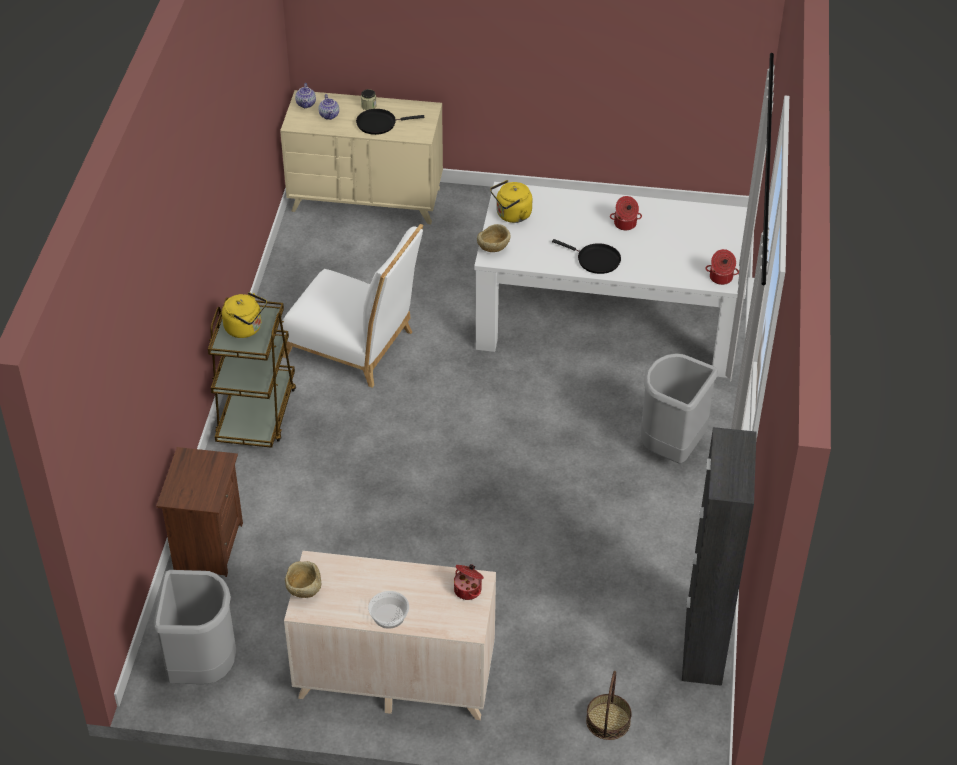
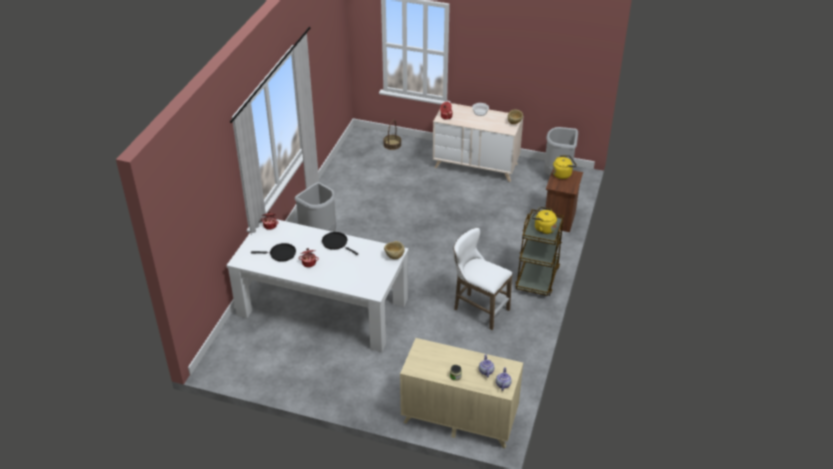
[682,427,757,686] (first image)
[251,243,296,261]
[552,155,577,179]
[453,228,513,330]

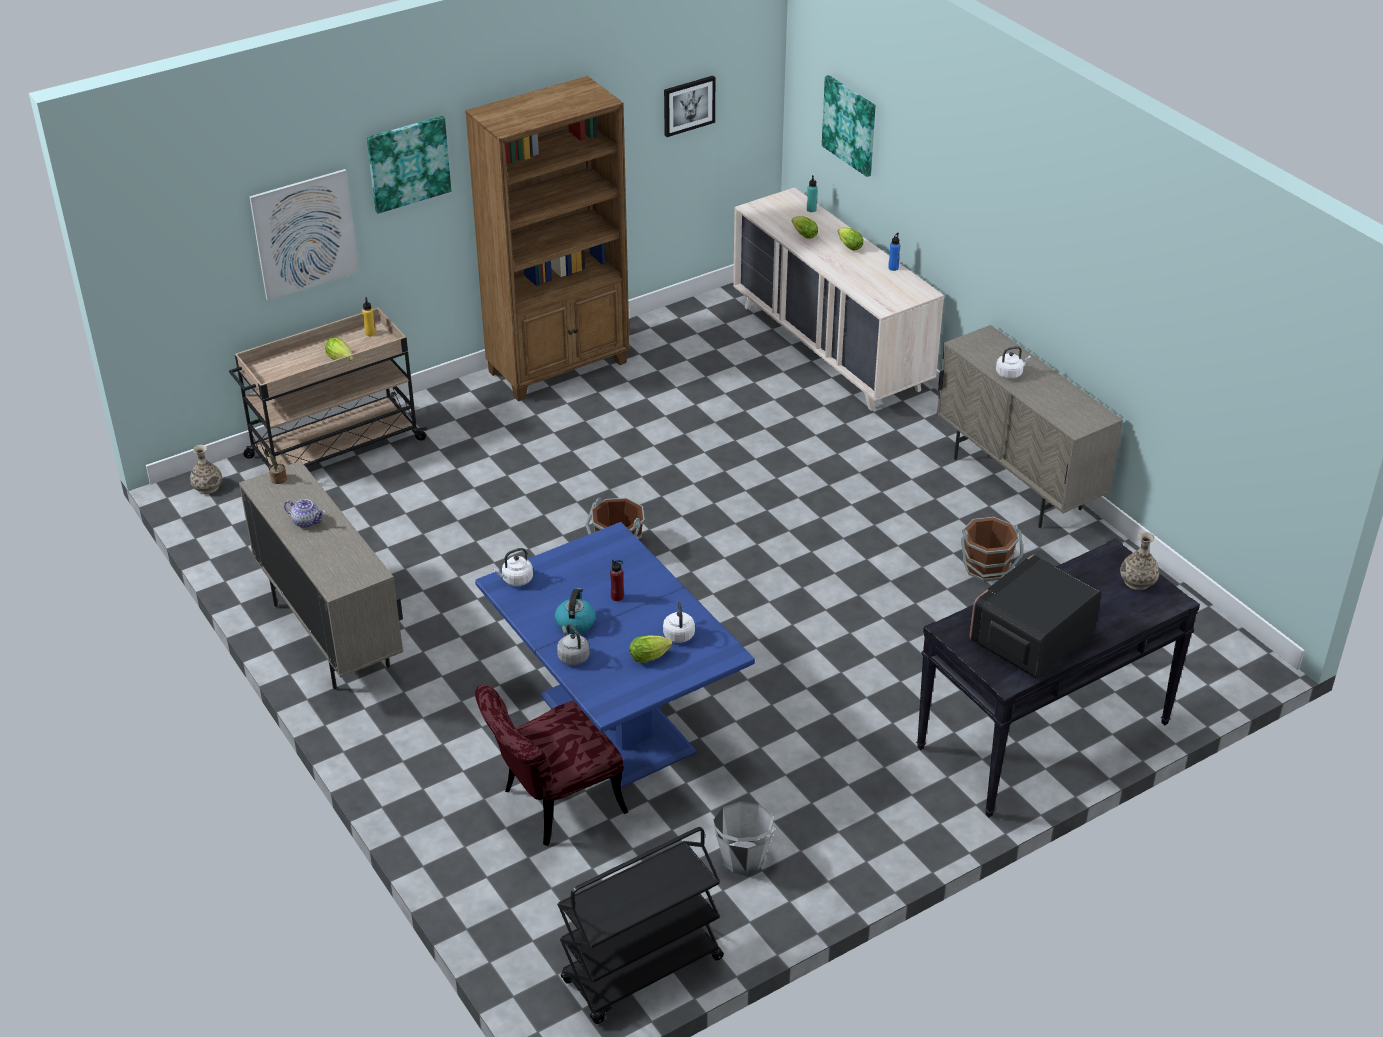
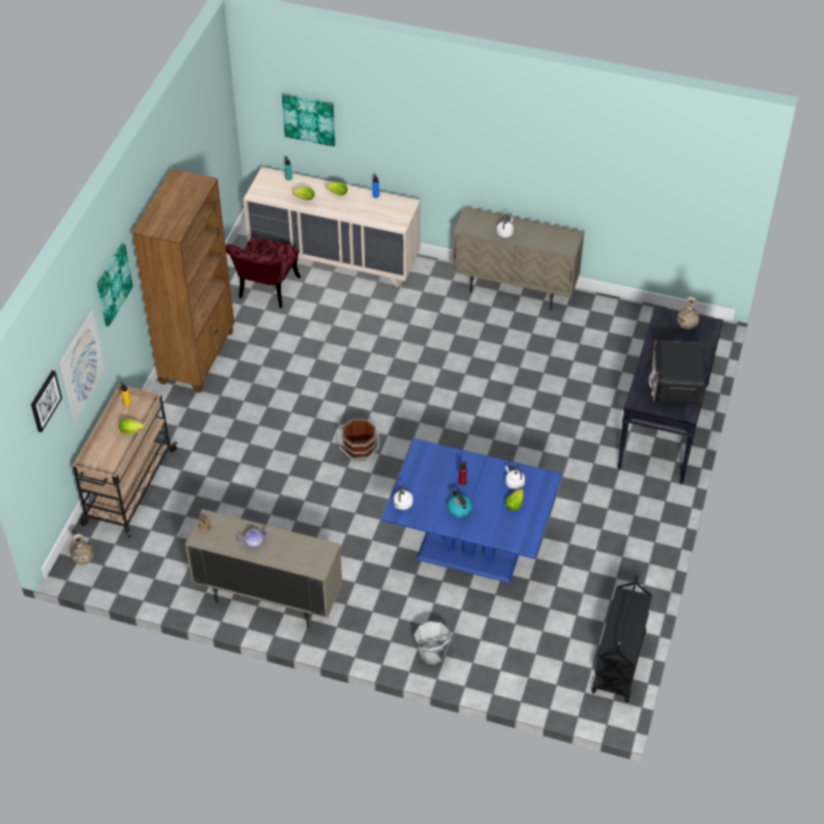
[557,624,589,665] (first image)
[961,517,1023,582] (first image)
[225,238,301,308]
[31,370,62,433]
[414,621,452,665]

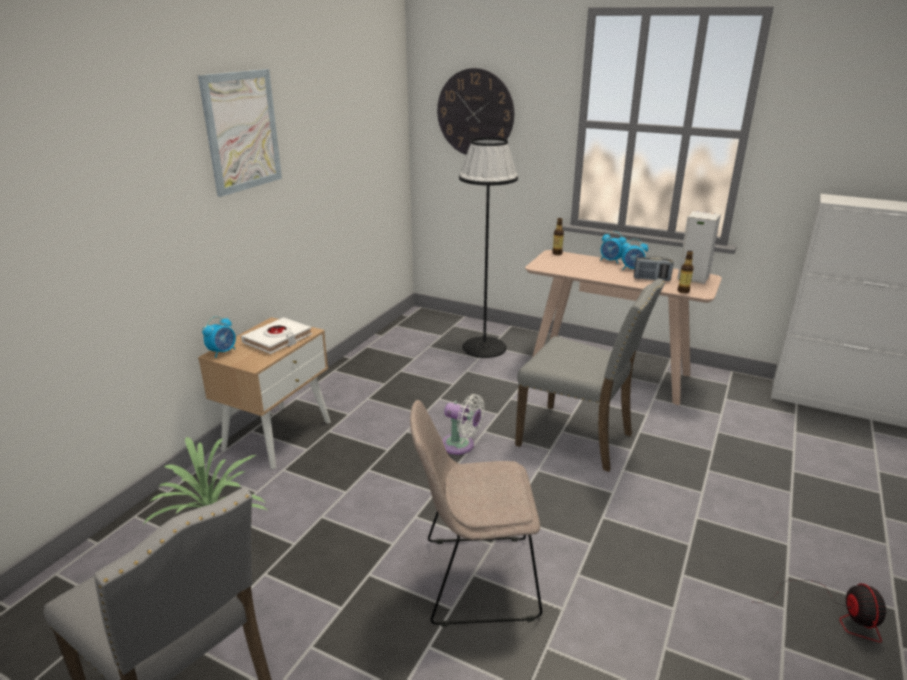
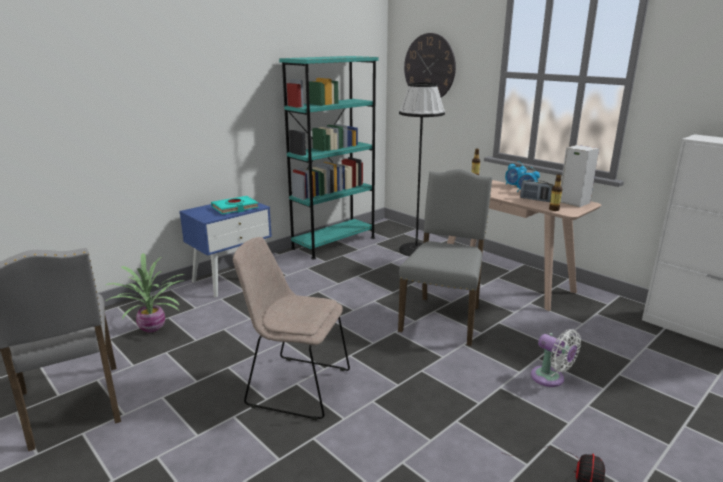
[198,69,282,197] (first image)
[202,317,236,358] (first image)
[279,56,378,259]
[531,329,581,387]
[179,202,272,297]
[211,196,259,215]
[398,169,492,346]

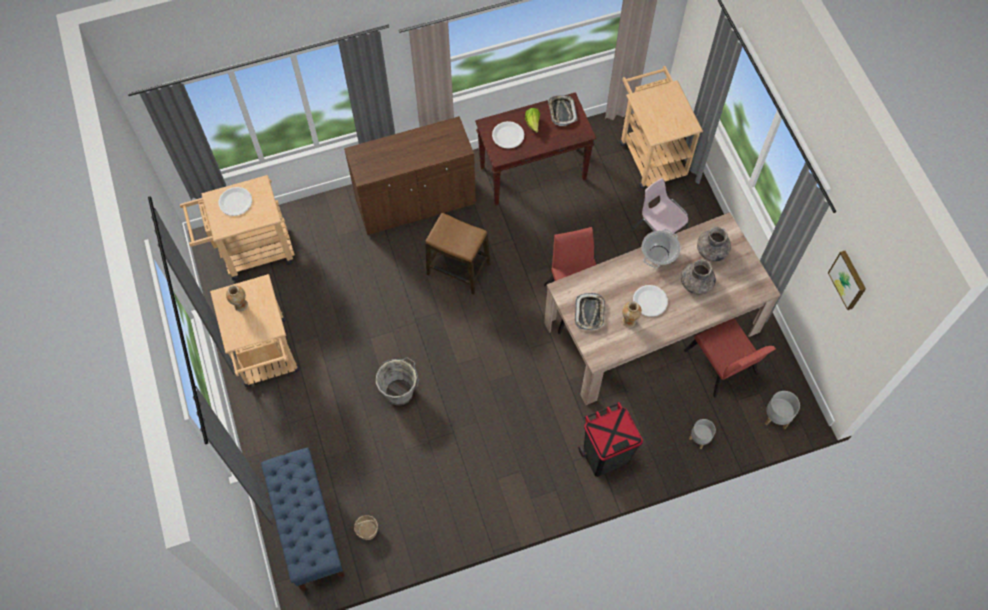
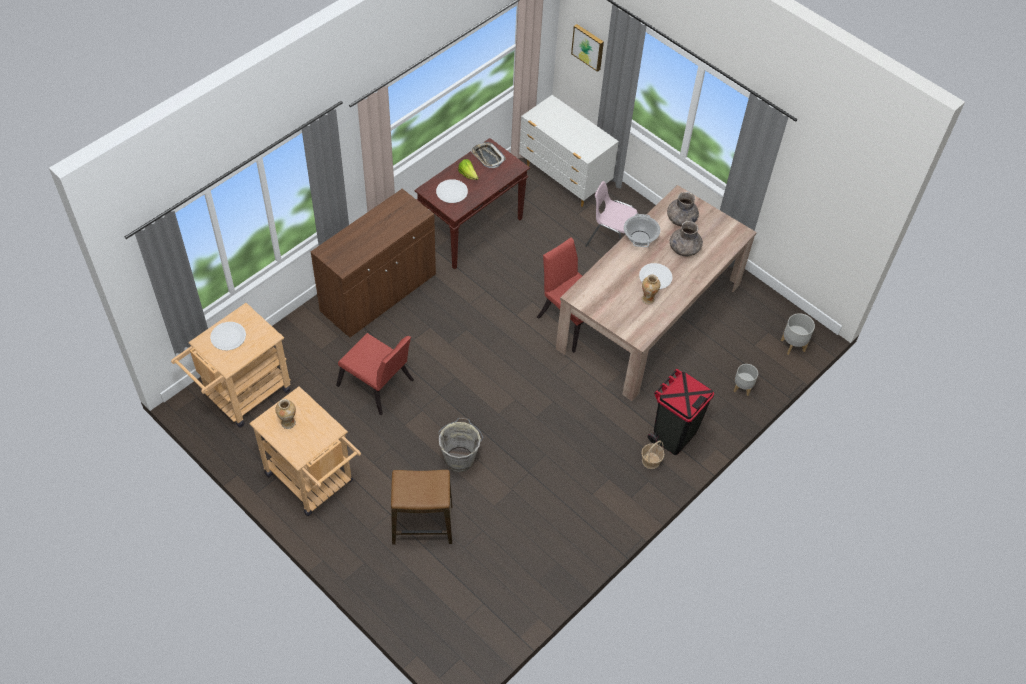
[261,447,345,591] (first image)
[575,293,605,330] (first image)
[641,441,665,469]
[391,470,452,544]
[336,333,414,415]
[571,24,604,72]
[519,95,619,207]

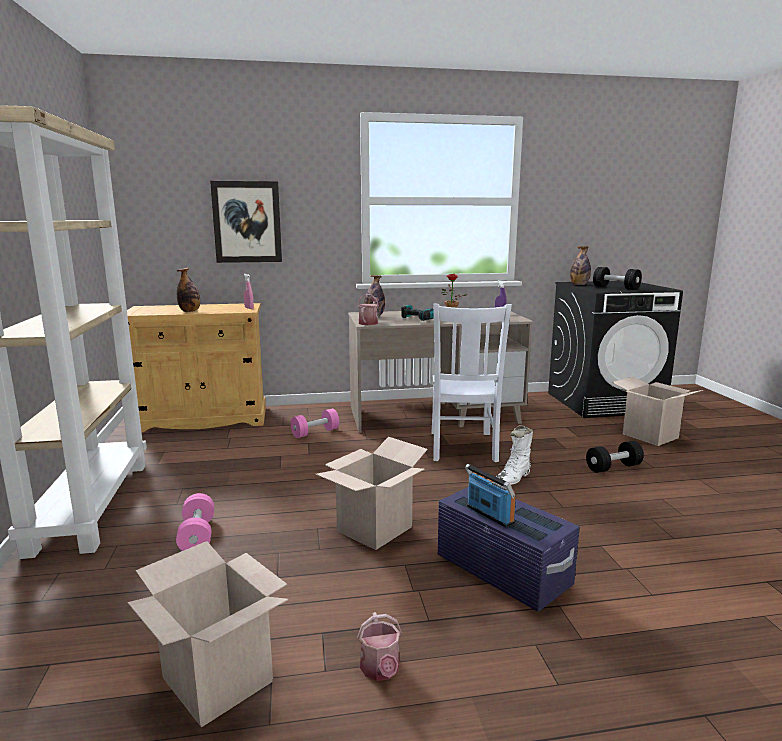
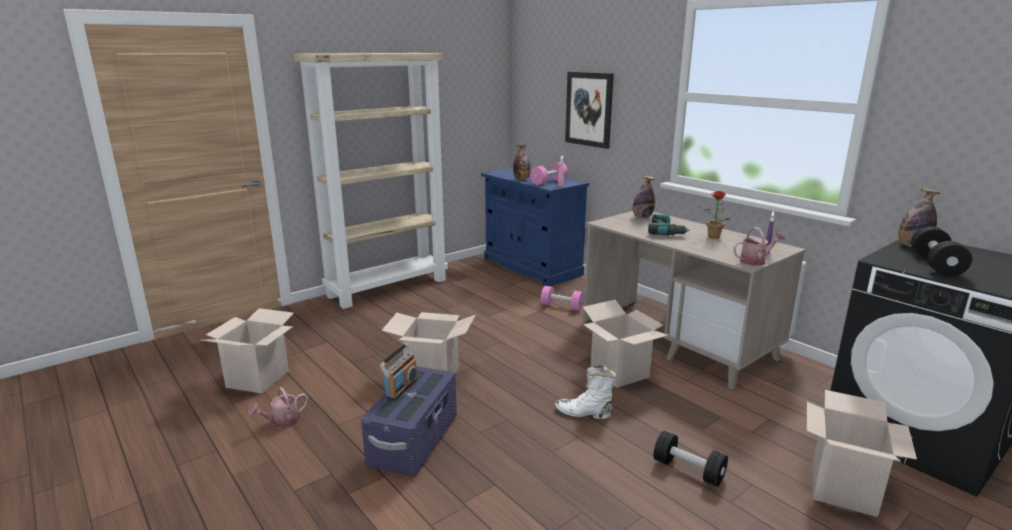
[530,163,568,185]
[733,227,785,266]
[583,300,669,388]
[481,168,589,286]

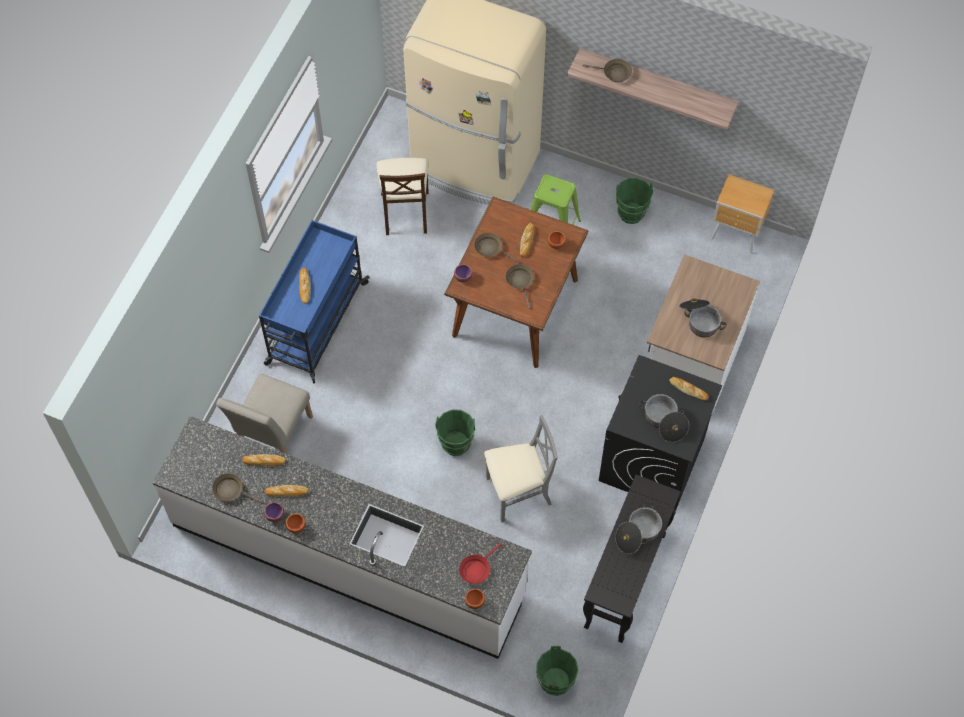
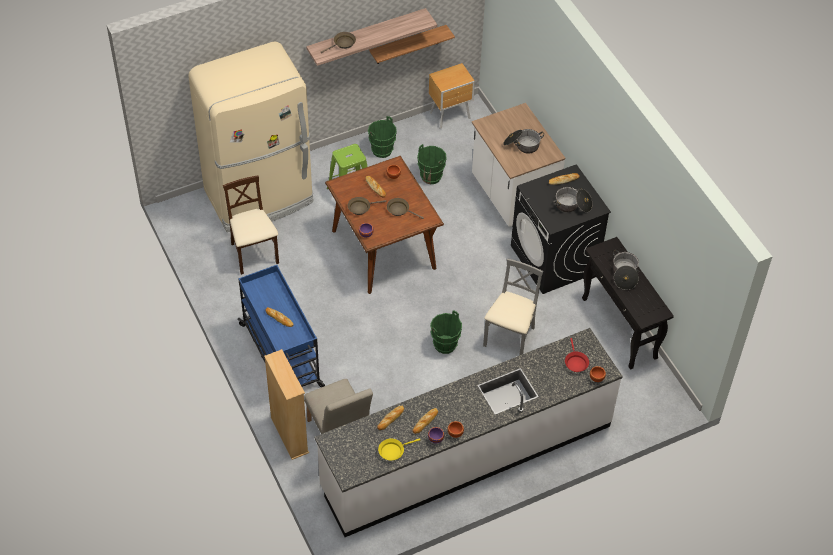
[264,349,309,460]
[369,25,455,64]
[417,144,447,184]
[378,438,420,460]
[223,175,279,275]

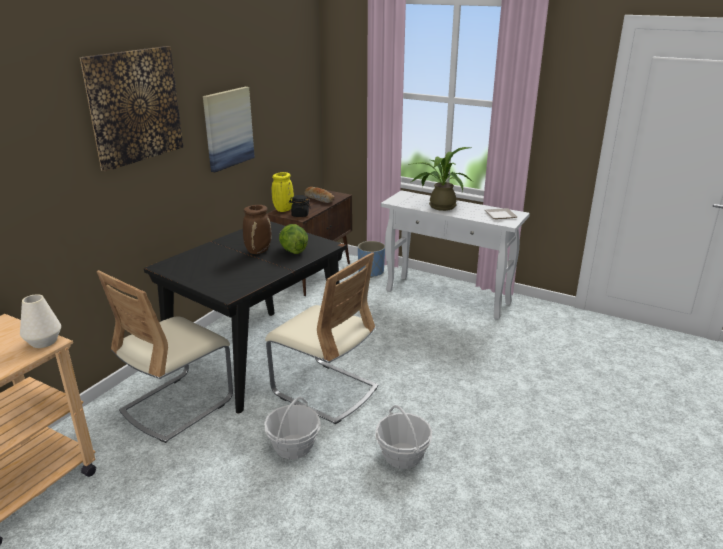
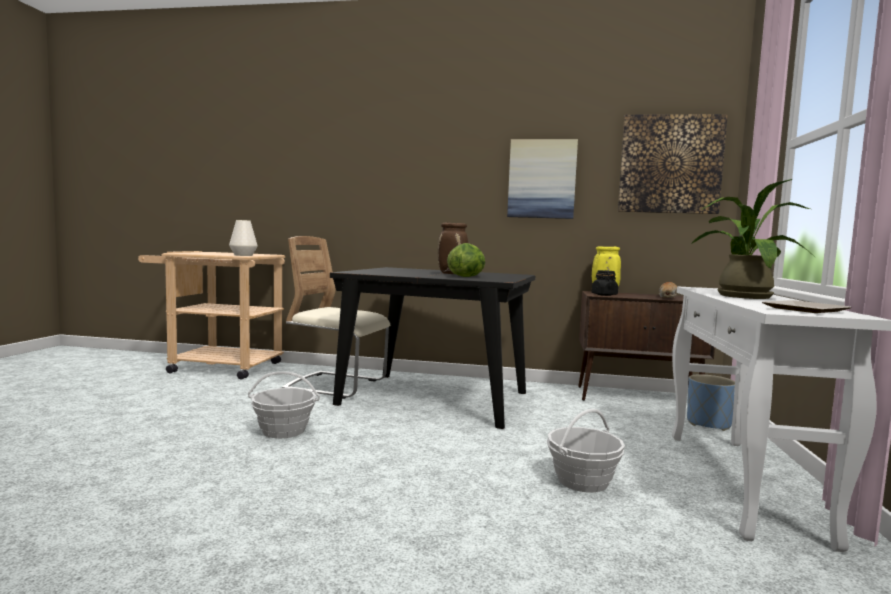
[265,252,378,425] (first image)
[618,114,728,214]
[546,409,625,492]

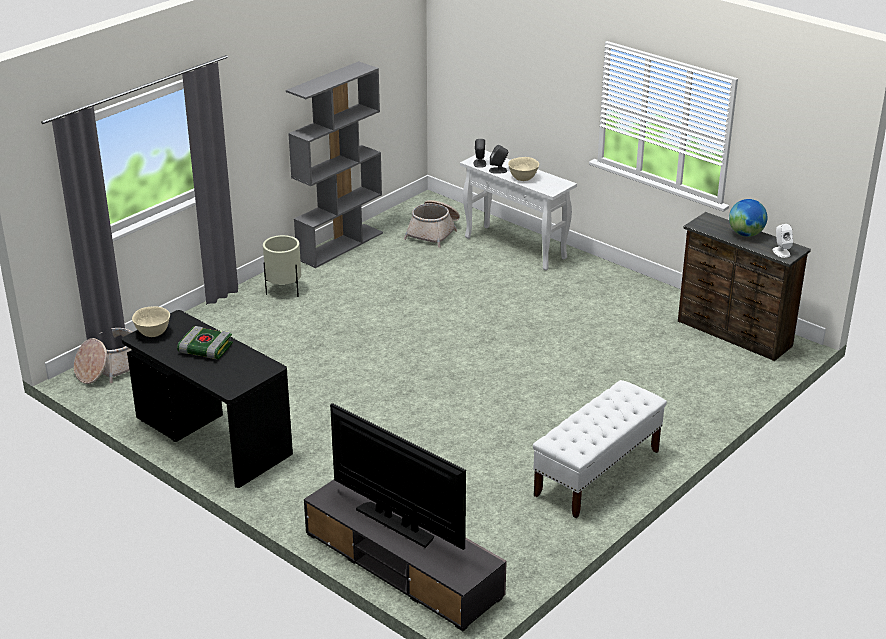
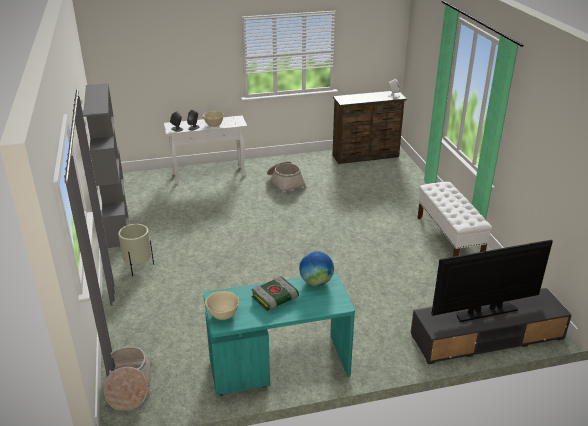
[267,161,307,195]
[299,251,334,286]
[203,273,355,396]

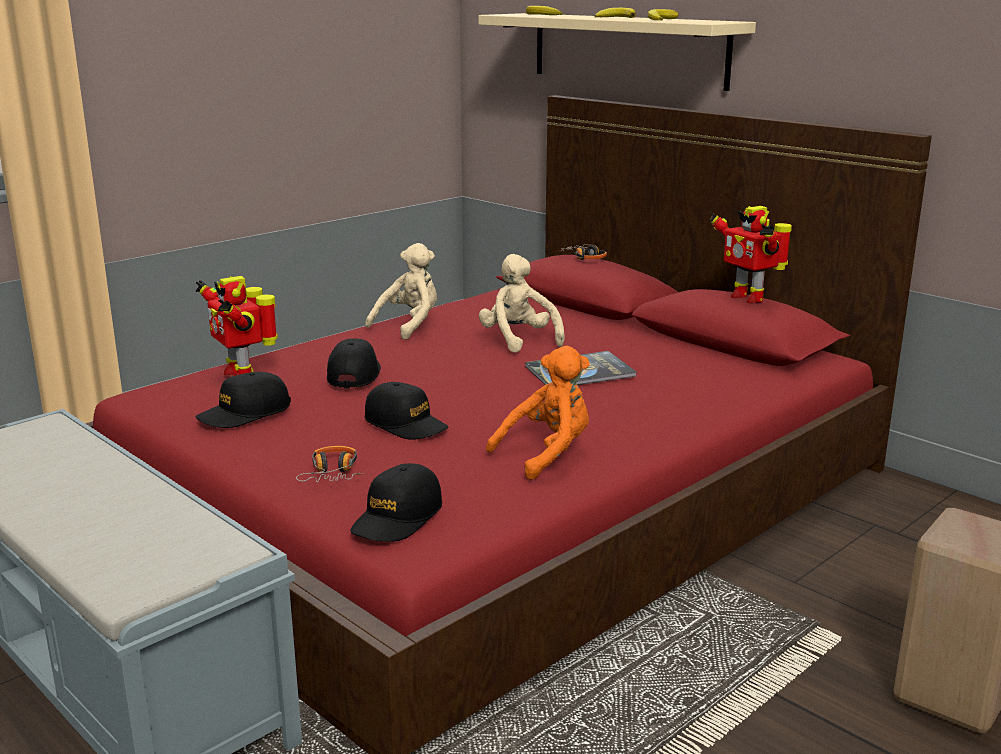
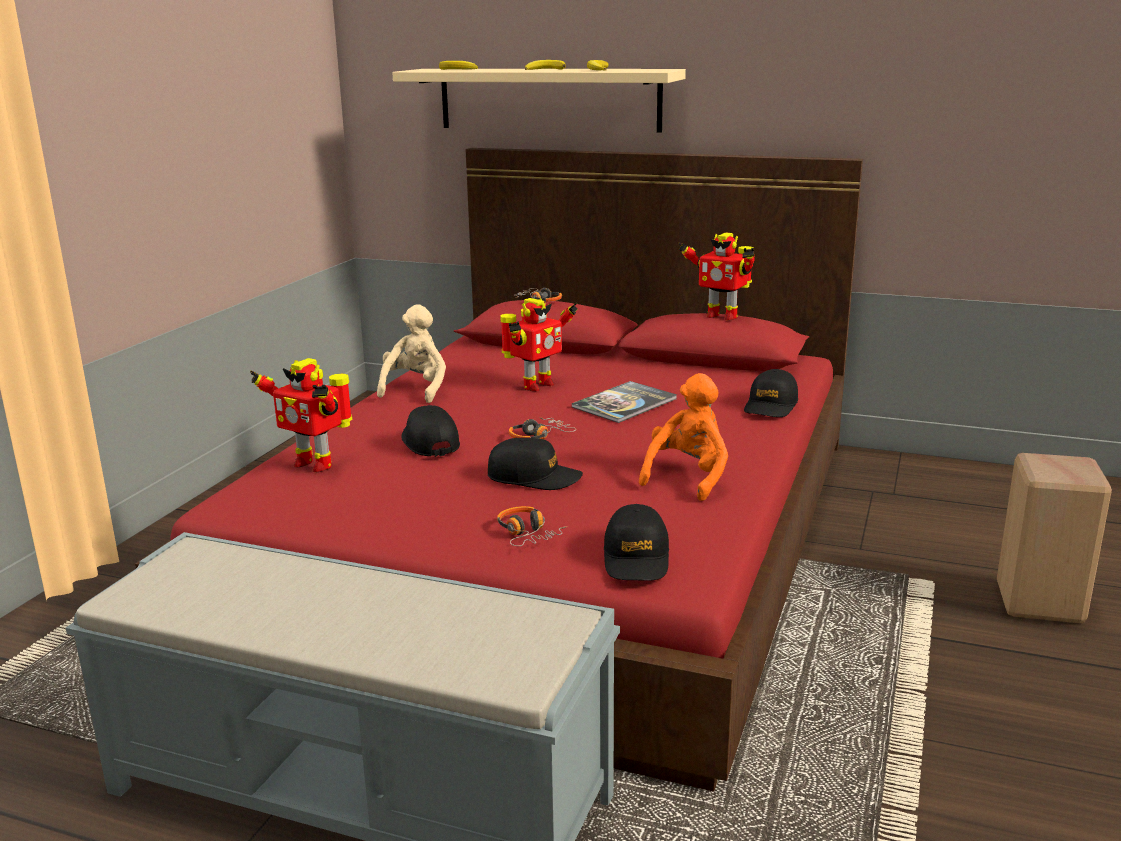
[509,417,576,440]
[744,369,798,417]
[500,298,578,391]

